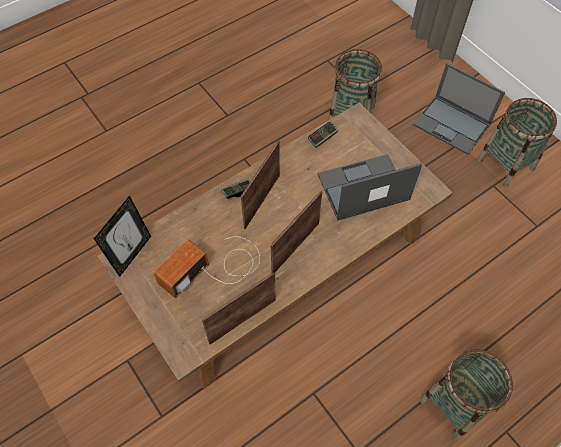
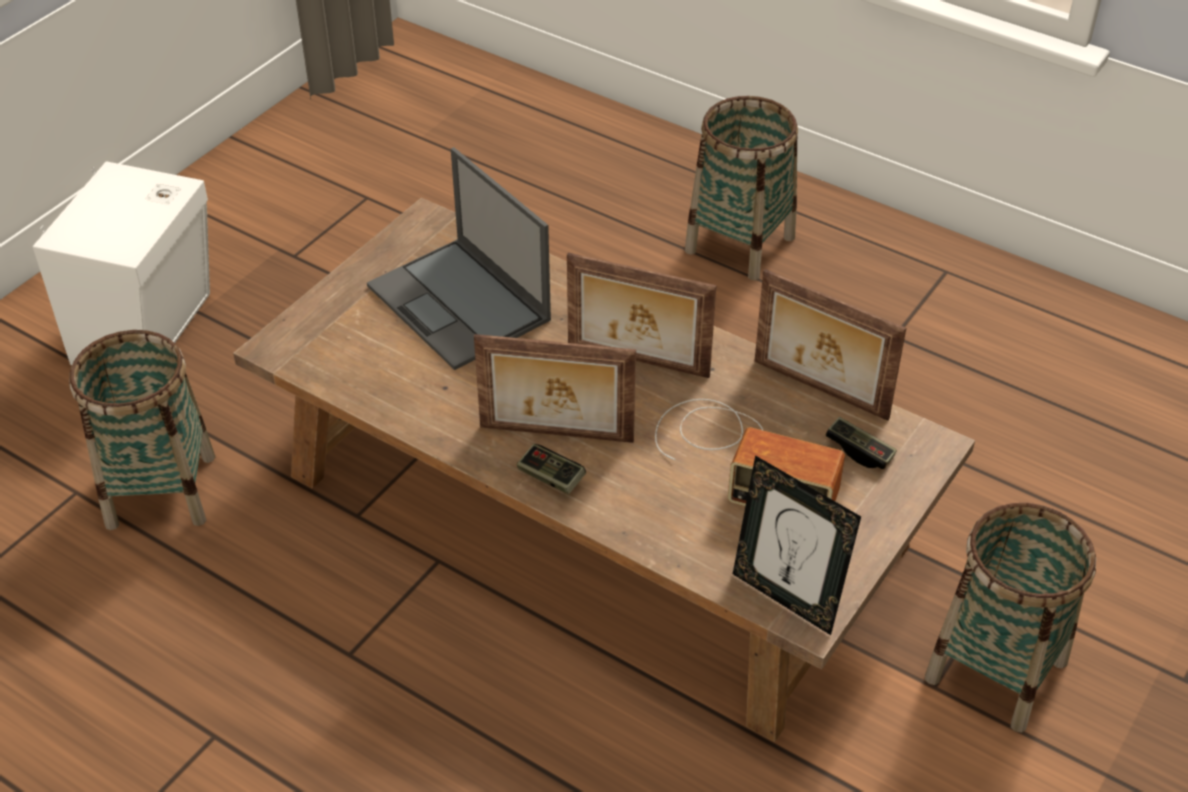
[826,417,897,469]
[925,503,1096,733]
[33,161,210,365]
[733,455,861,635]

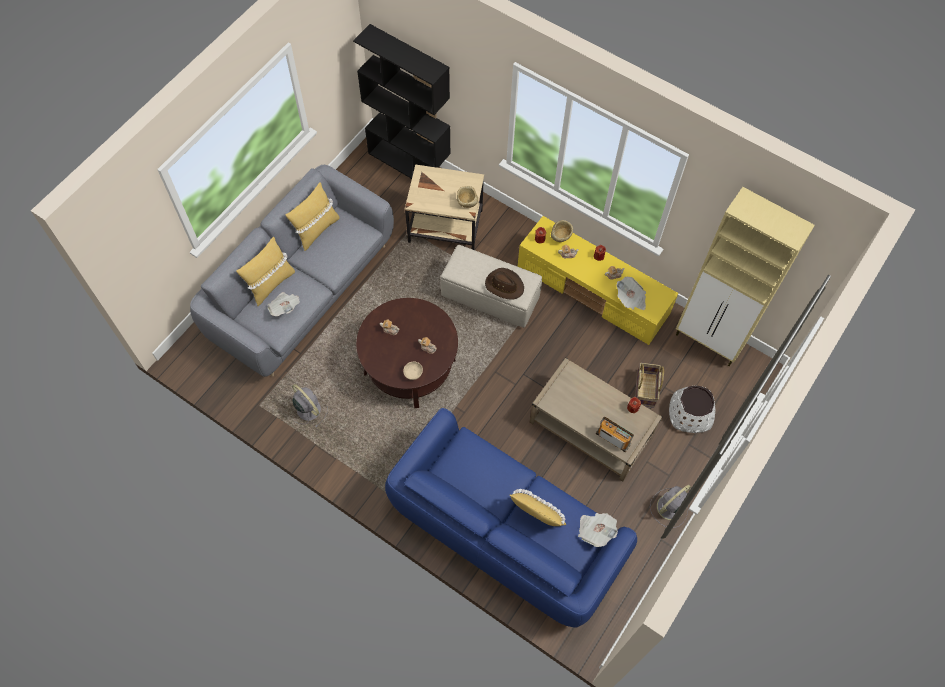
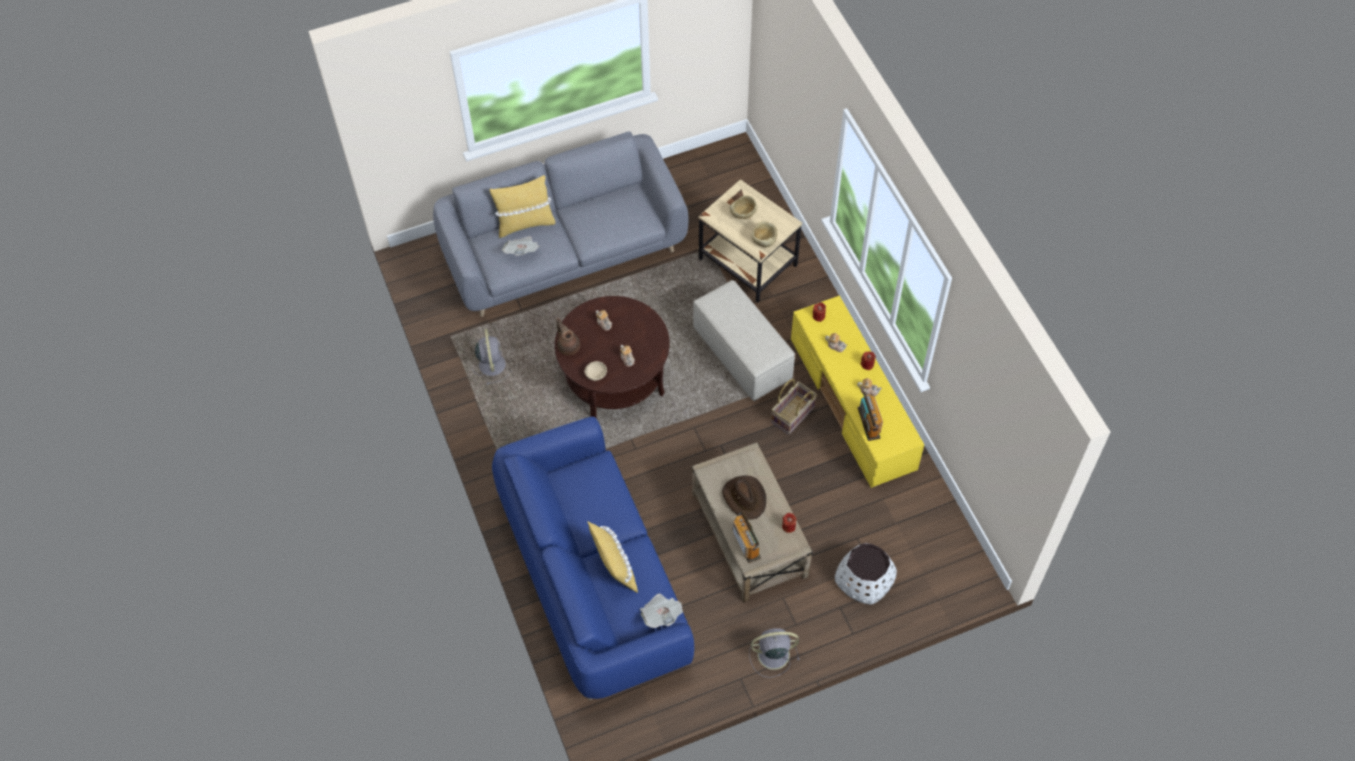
[286,182,340,251] (first image)
[353,24,451,179] (first image)
[676,187,815,366] (first image)
[556,318,580,355]
[722,476,766,520]
[730,196,757,219]
[771,379,817,435]
[858,392,883,441]

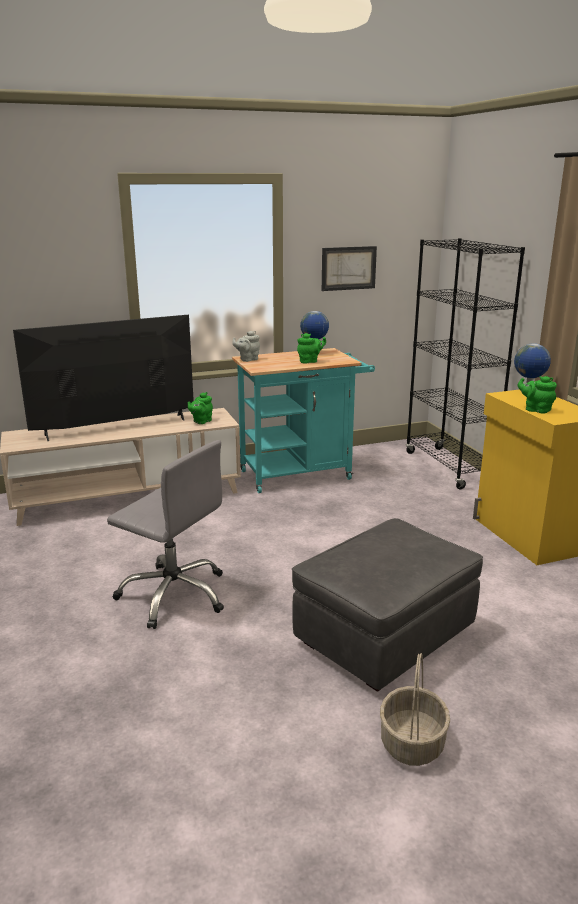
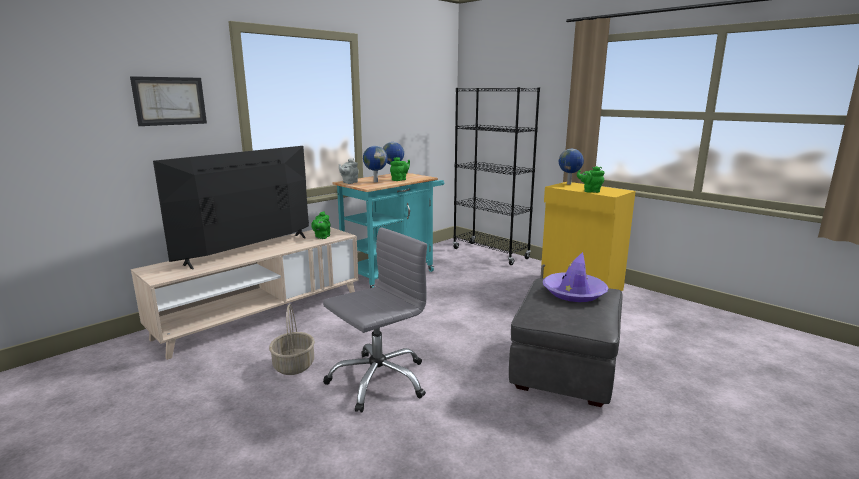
[363,146,388,182]
[543,252,608,302]
[130,76,207,126]
[269,304,315,375]
[323,227,427,412]

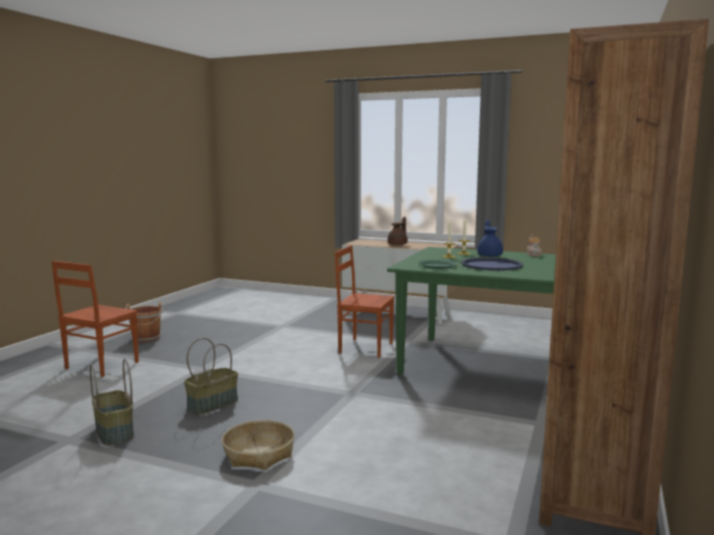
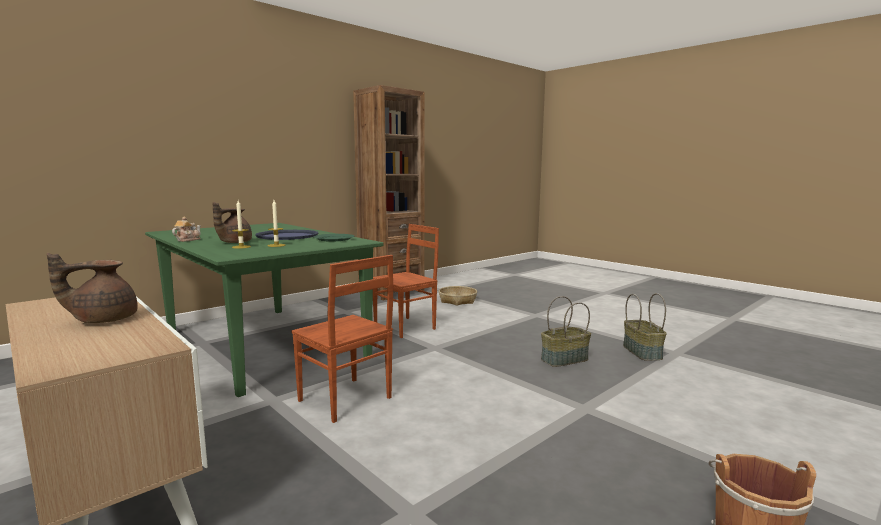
[373,224,439,338]
[439,286,477,306]
[213,202,252,243]

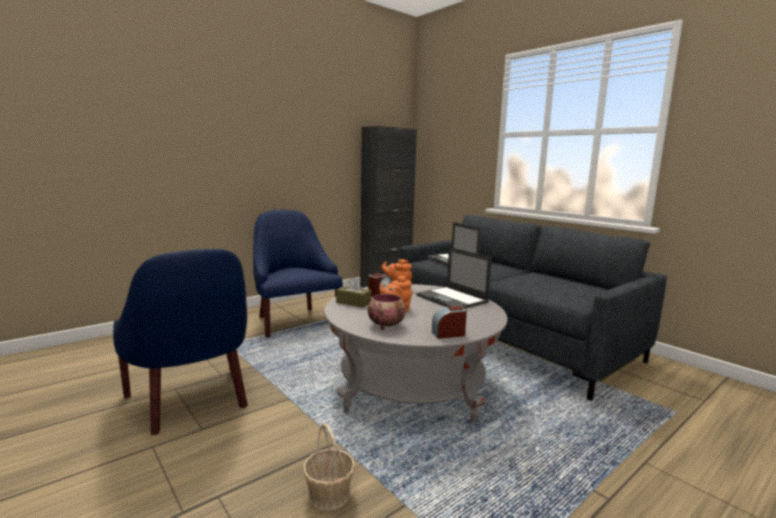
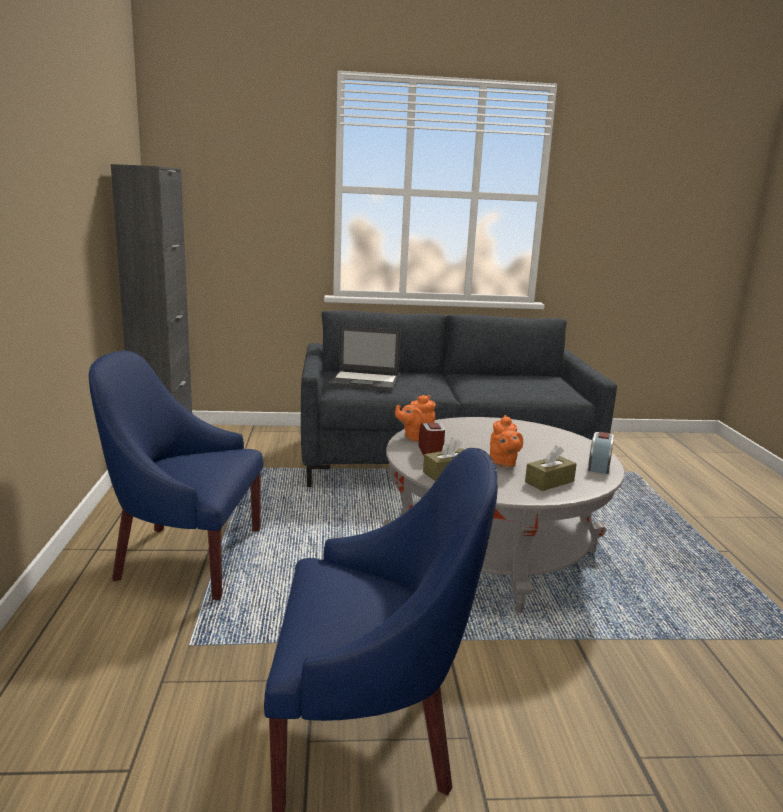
[303,423,355,511] (first image)
[416,247,492,309] (first image)
[525,446,577,491]

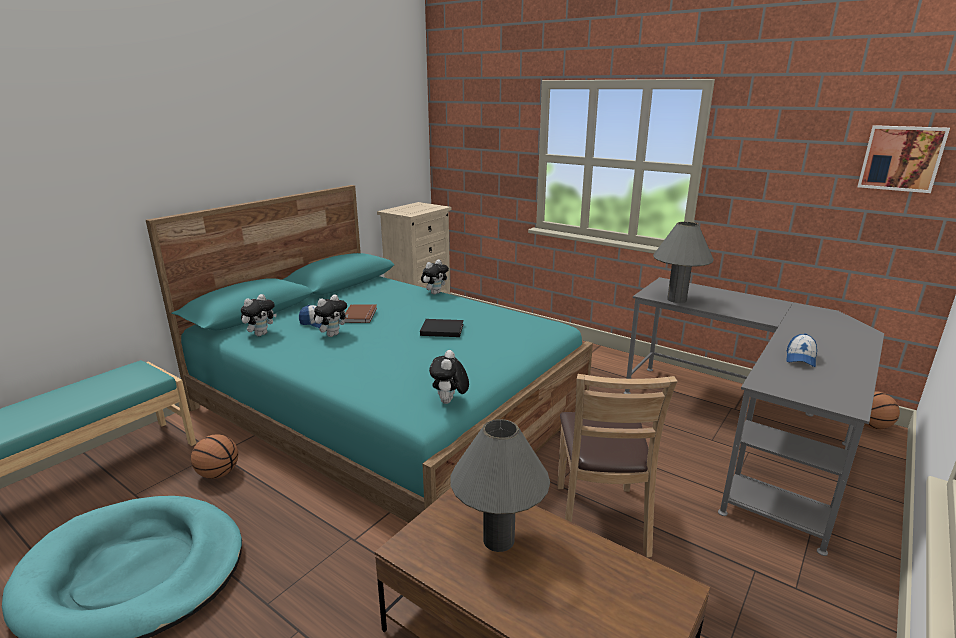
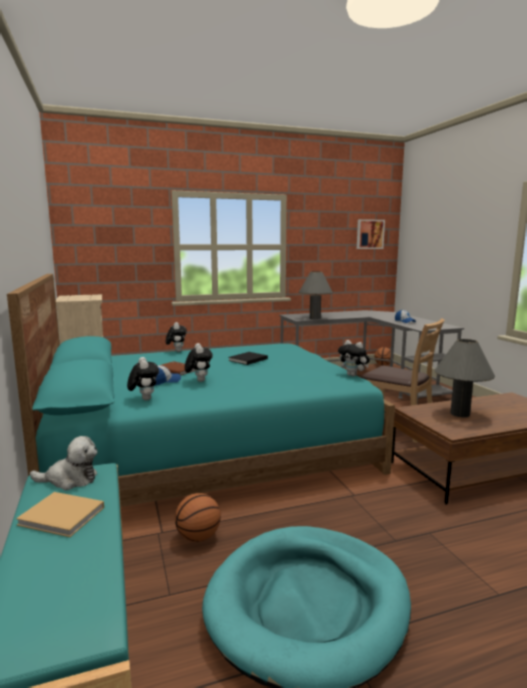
[16,492,104,537]
[30,436,98,490]

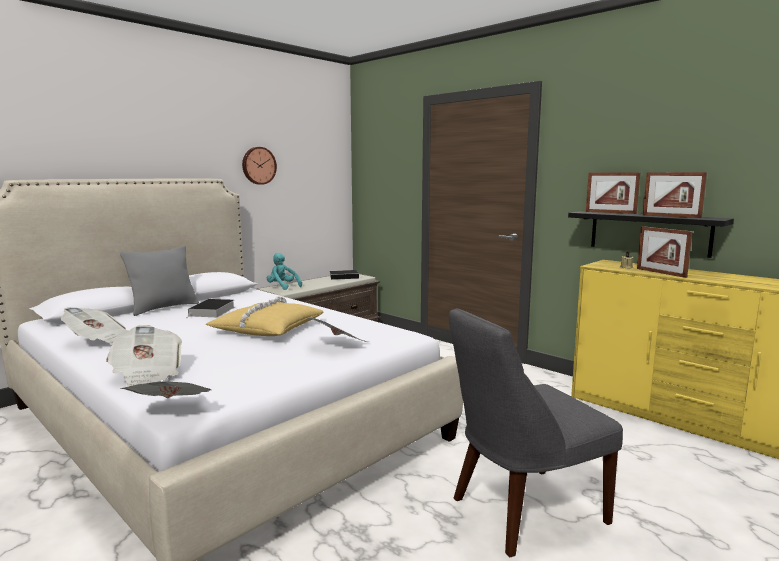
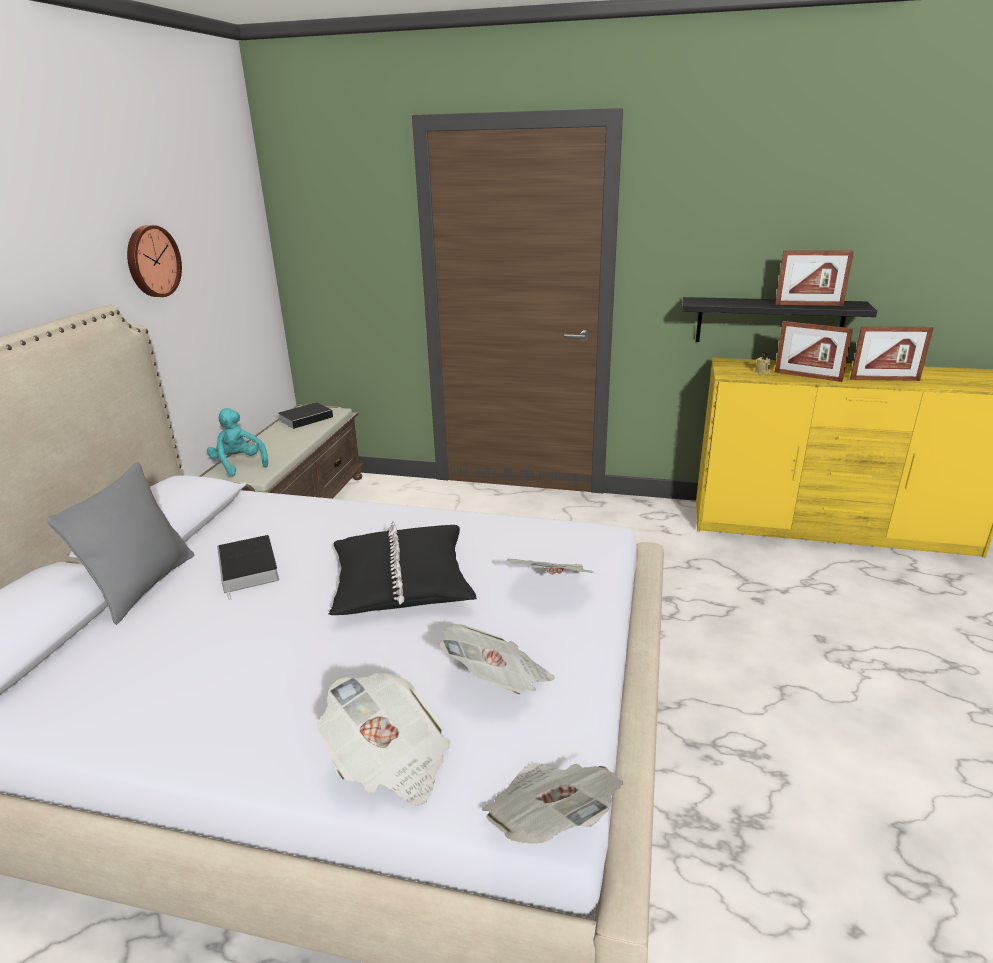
[449,308,623,557] (first image)
[438,624,555,694]
[850,326,933,381]
[329,521,477,615]
[207,408,268,476]

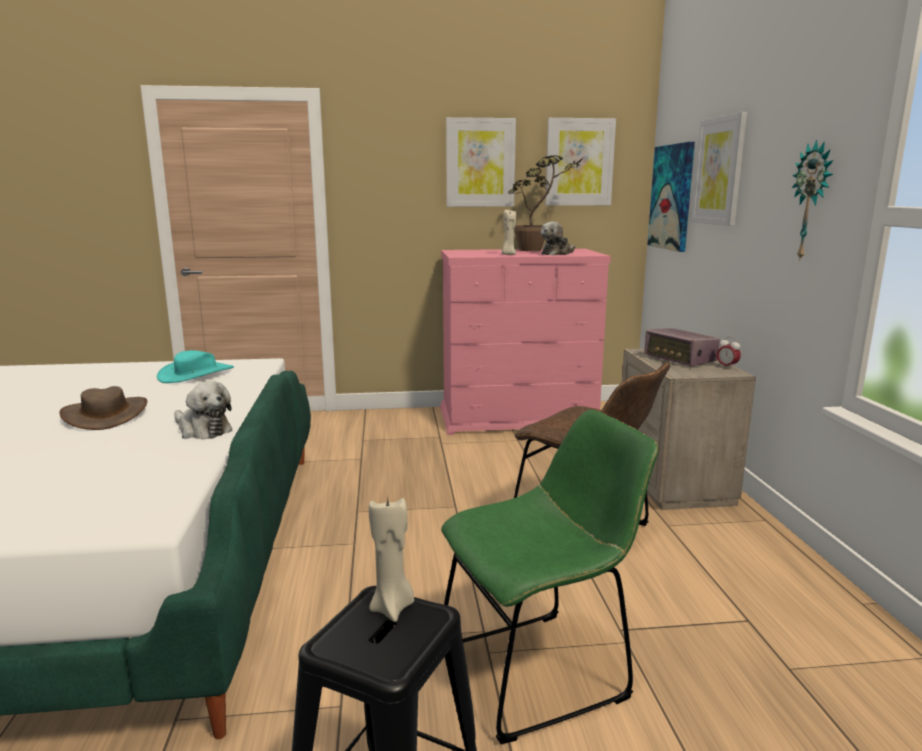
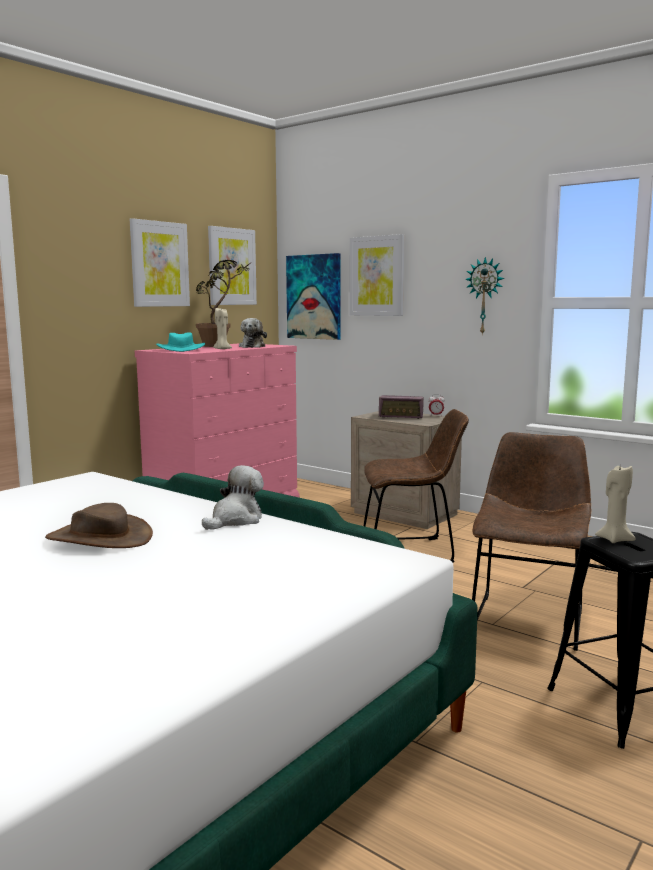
[156,332,205,352]
[472,432,591,651]
[202,465,264,530]

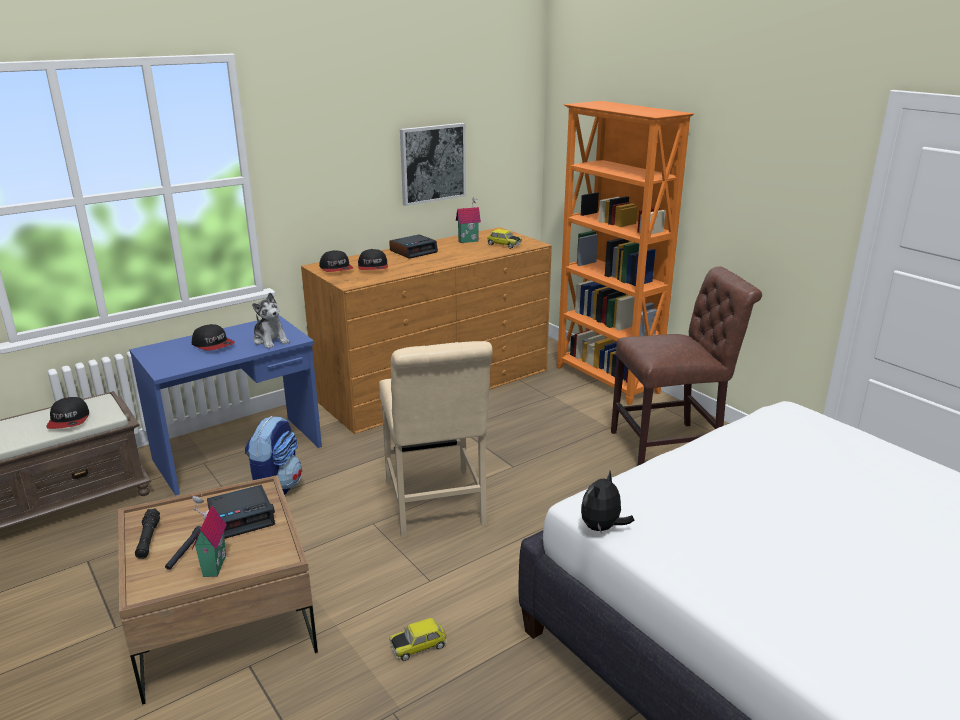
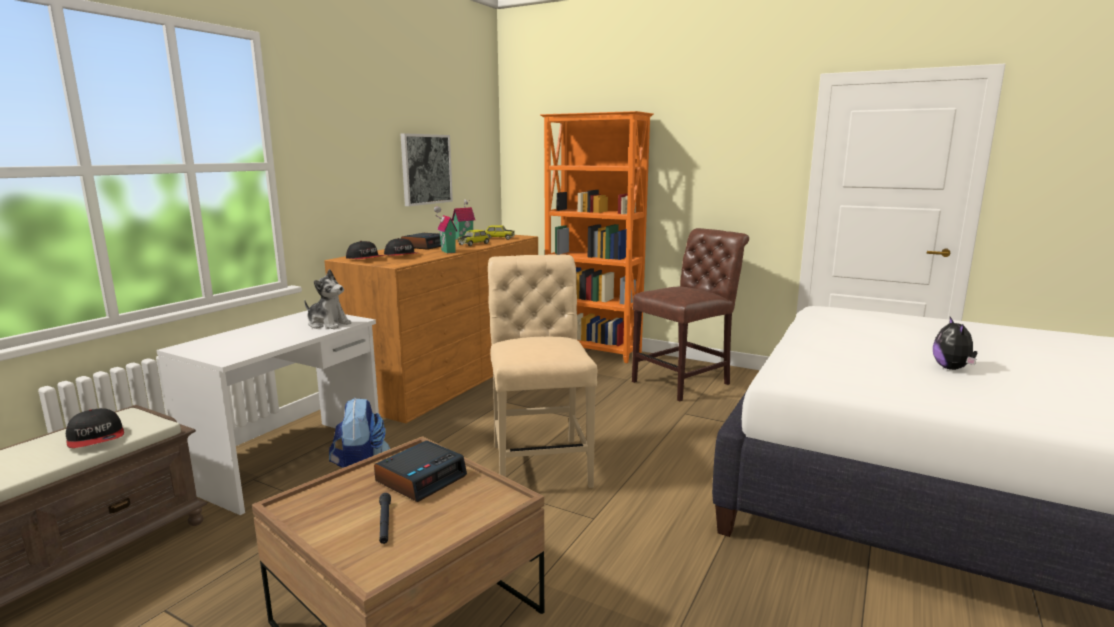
[135,508,160,559] (first image)
[192,324,235,351] (first image)
[434,206,458,253]
[457,230,490,246]
[933,317,977,370]
[157,311,379,515]
[488,254,597,488]

